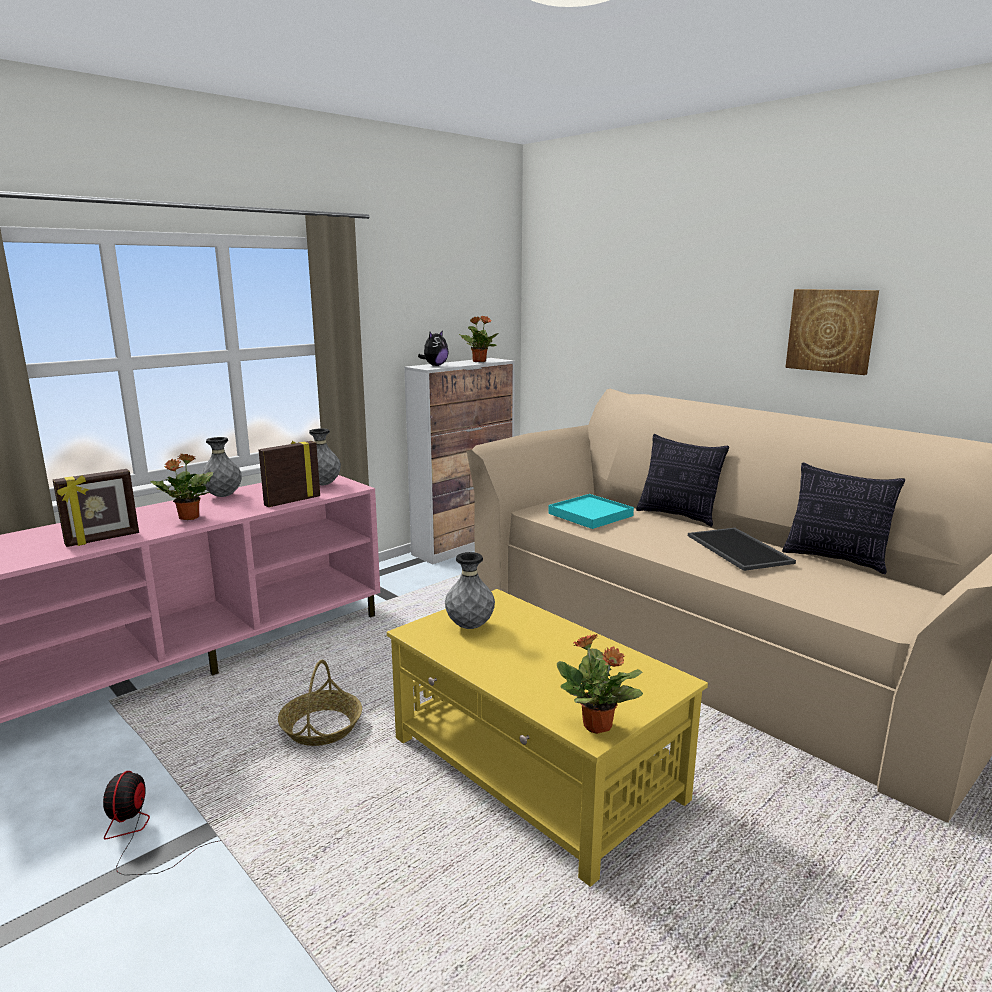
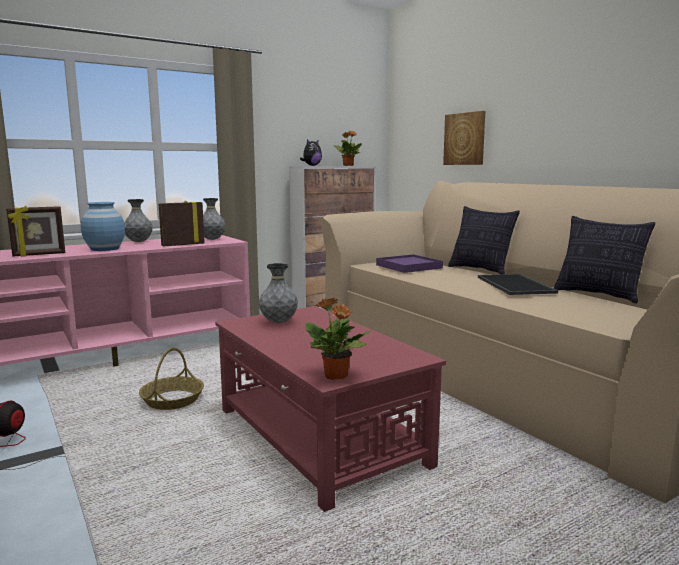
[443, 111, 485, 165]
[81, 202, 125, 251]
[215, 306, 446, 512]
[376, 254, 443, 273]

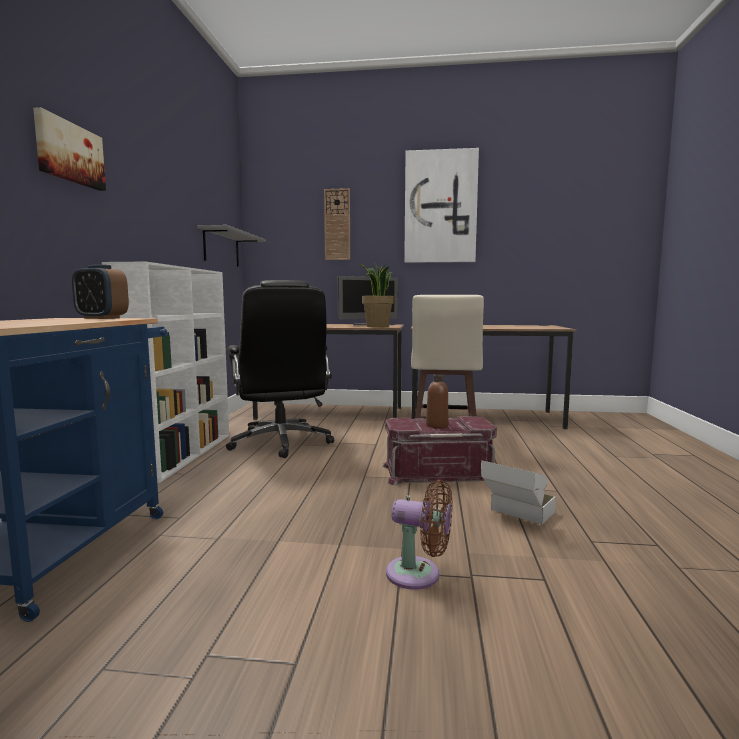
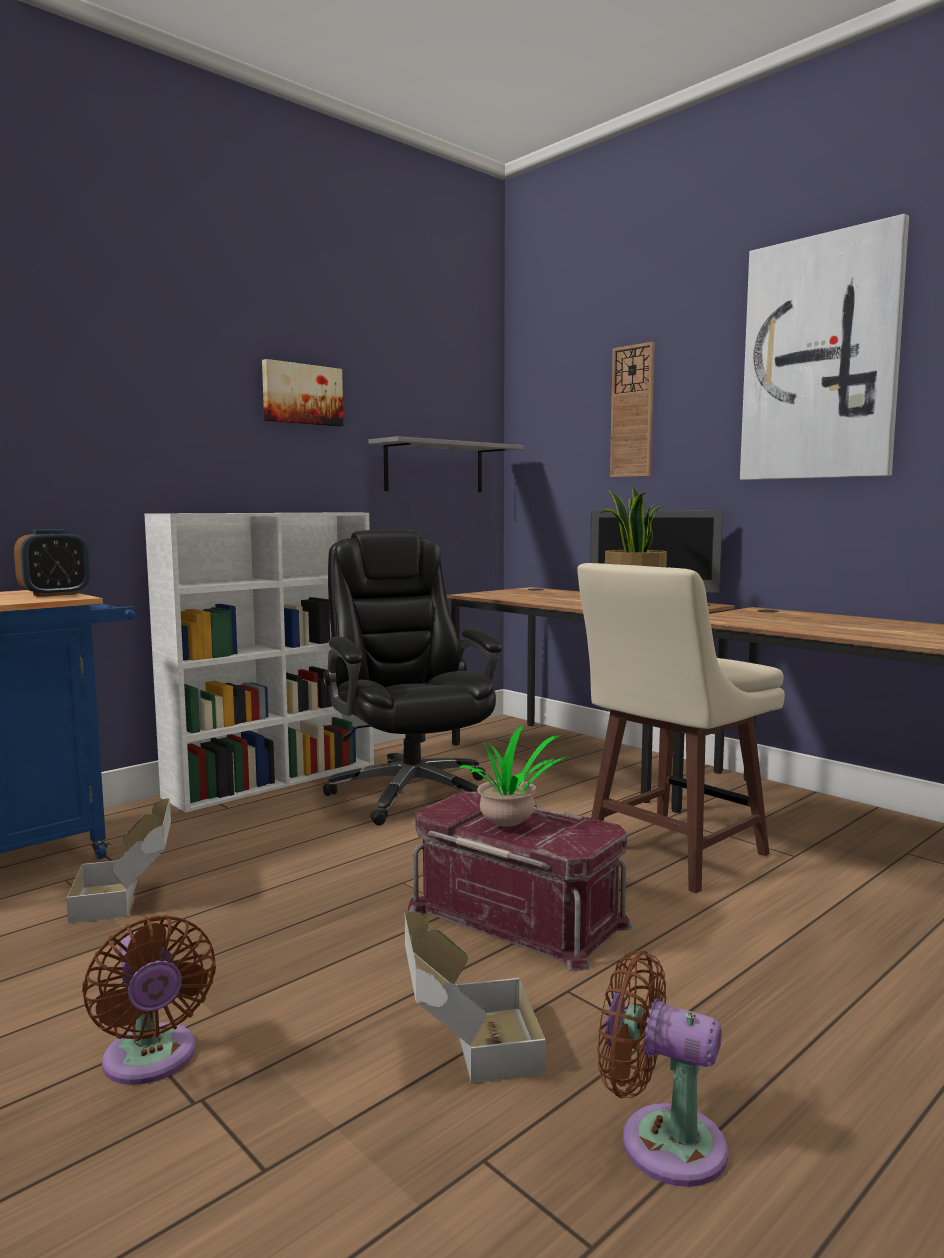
[66, 798, 171, 923]
[597, 950, 728, 1187]
[262, 359, 343, 426]
[458, 723, 568, 827]
[14, 529, 90, 597]
[323, 529, 502, 825]

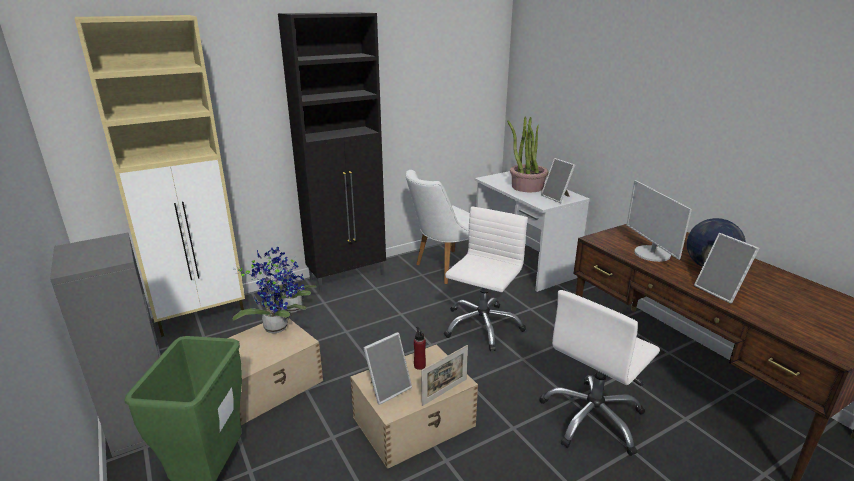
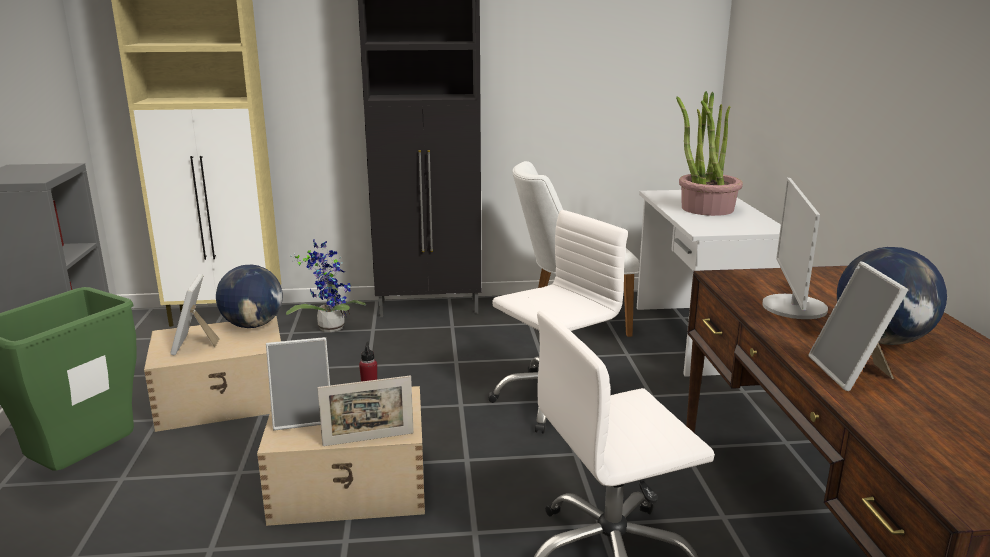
[170, 274, 220, 355]
[216, 265, 283, 328]

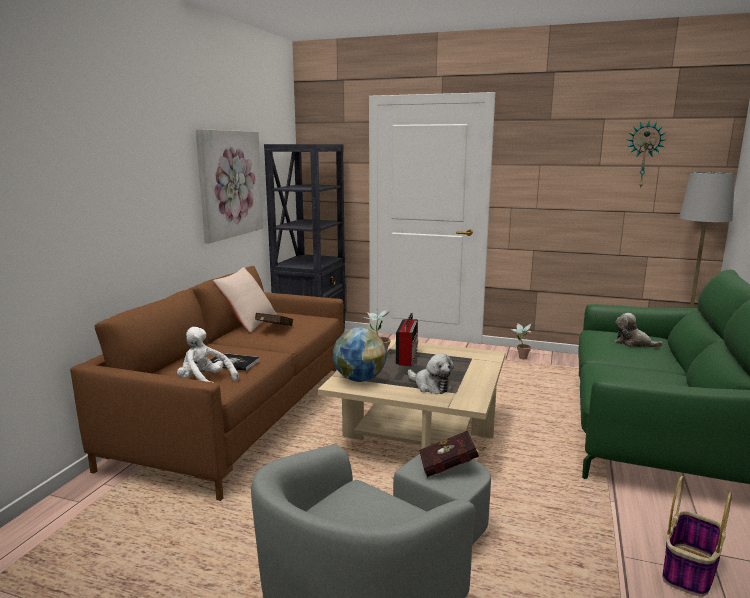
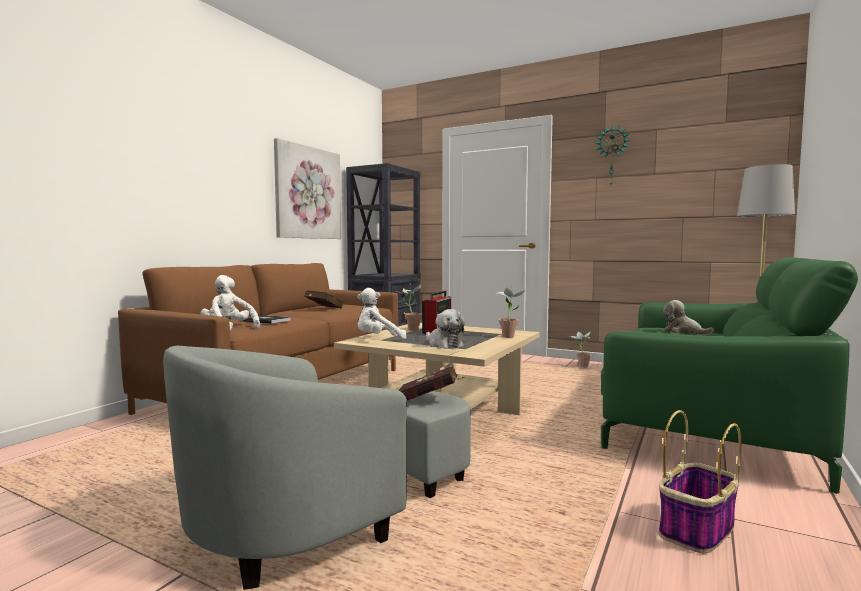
[213, 267, 277, 333] (first image)
[495, 286, 526, 338]
[595, 125, 630, 185]
[357, 288, 407, 339]

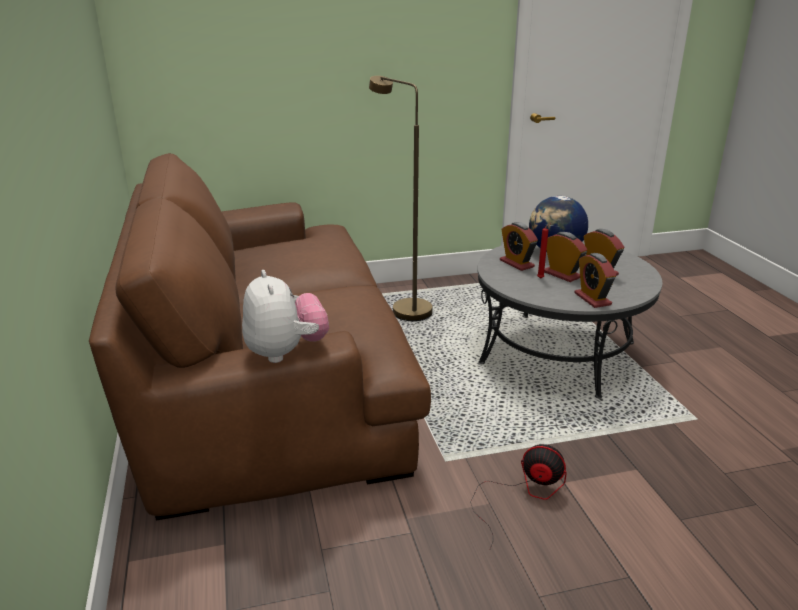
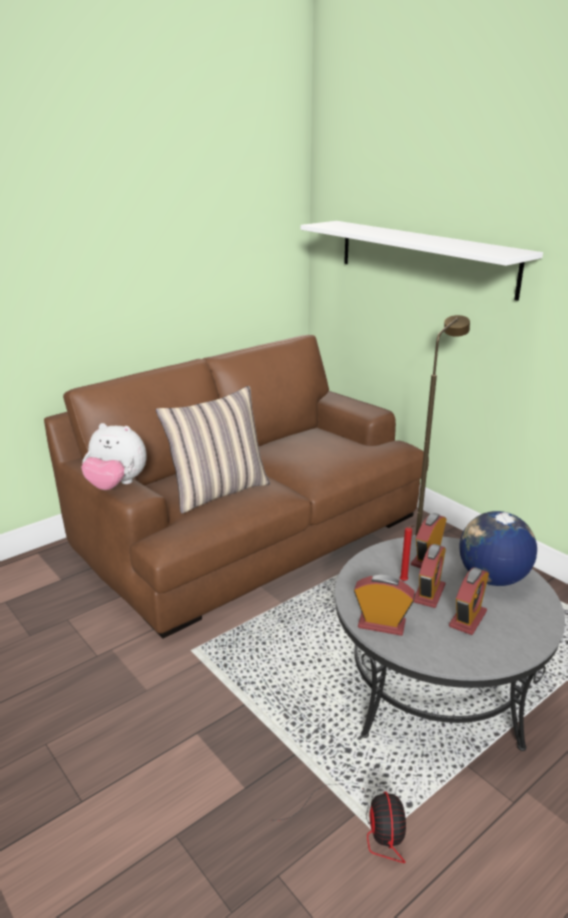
[156, 386, 270, 514]
[301, 221, 543, 301]
[282, 784, 406, 863]
[81, 423, 147, 490]
[354, 575, 415, 636]

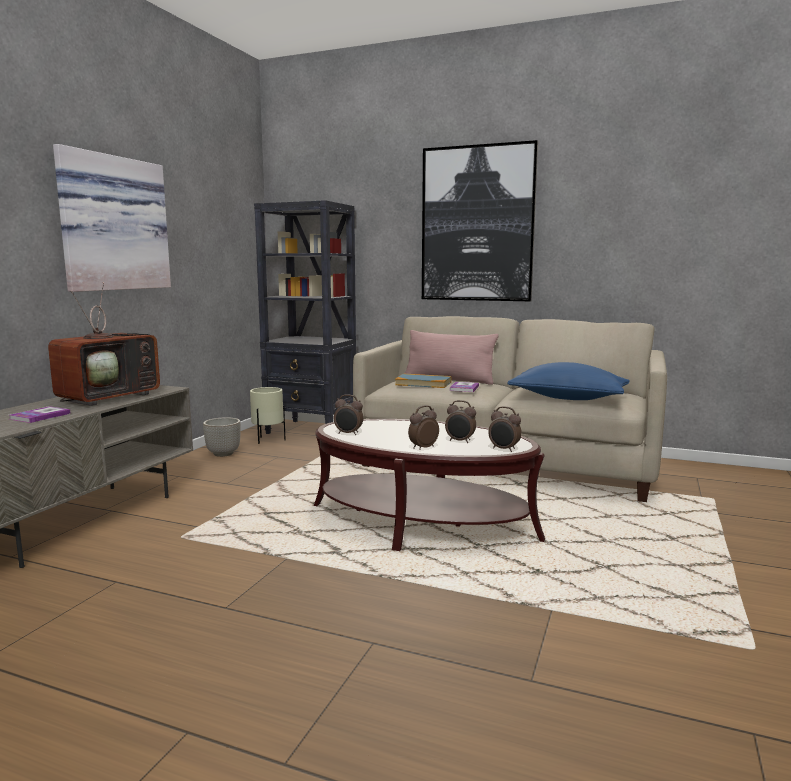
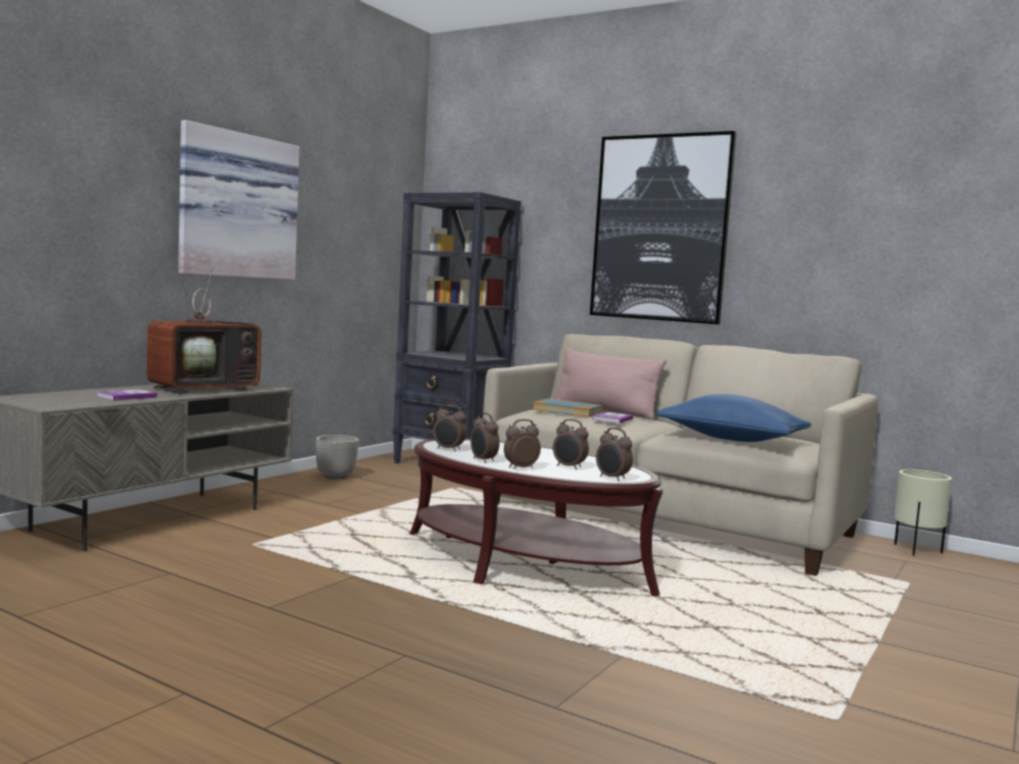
[470, 413, 500, 463]
[894, 469, 952, 556]

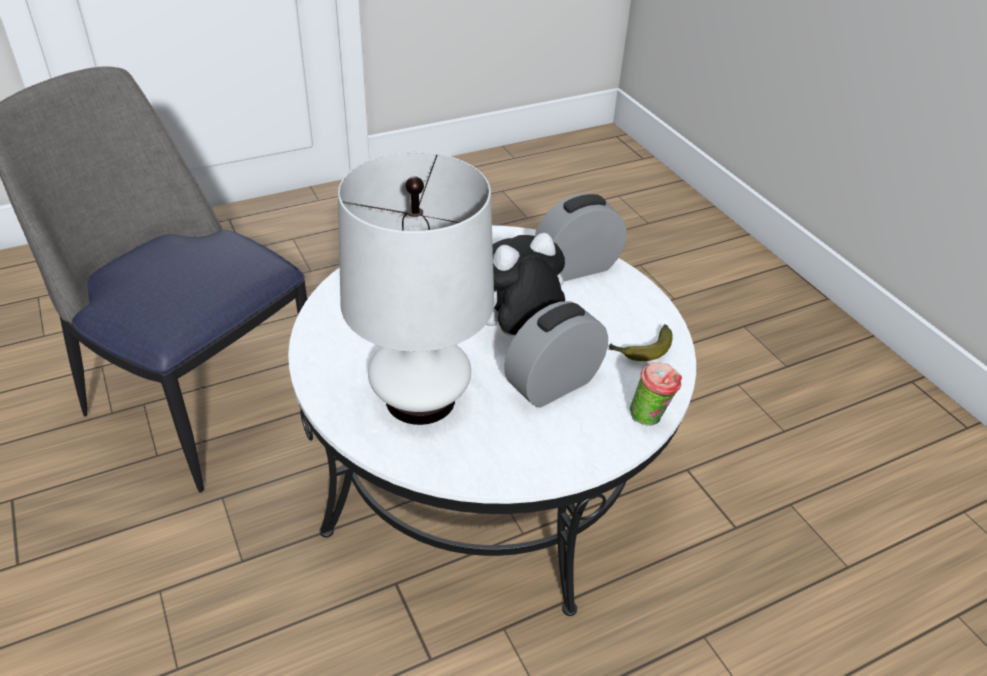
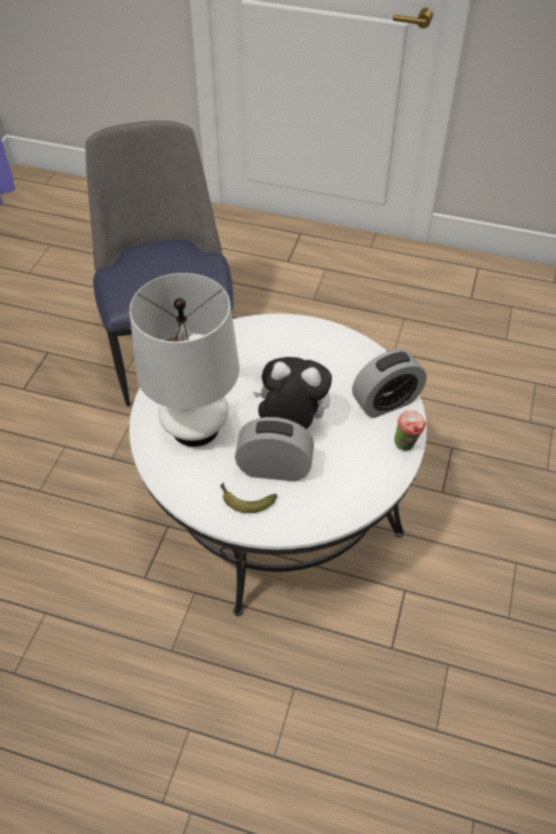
[220, 483, 277, 513]
[394, 411, 426, 451]
[352, 350, 427, 418]

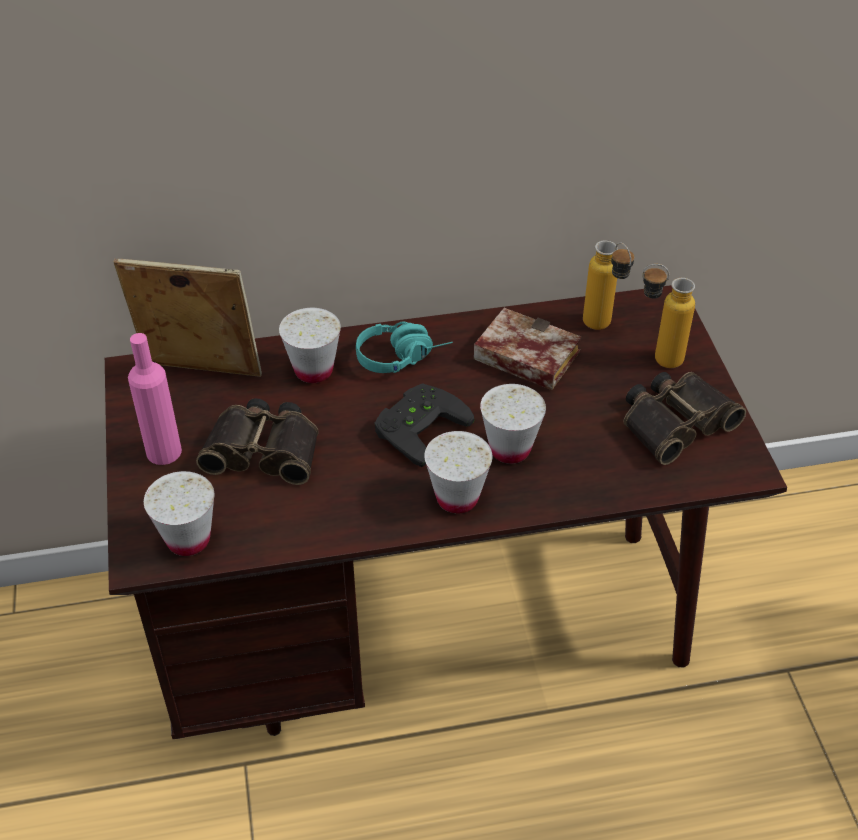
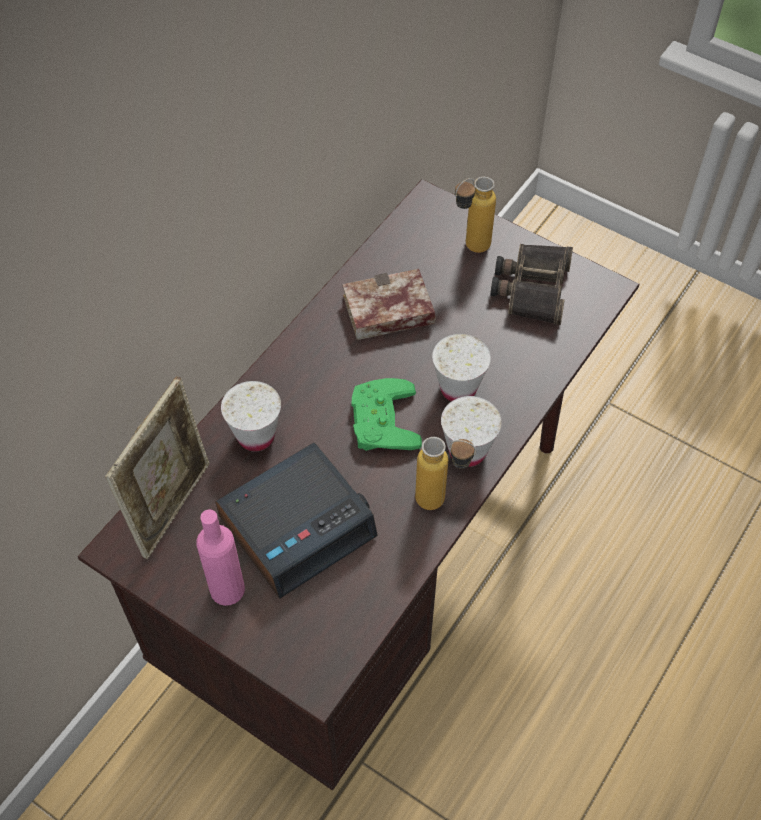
[144, 471, 214, 556] (first image)
[356, 322, 453, 373] (first image)
[415, 437, 476, 510]
[215, 442, 378, 599]
[352, 378, 422, 451]
[105, 376, 209, 559]

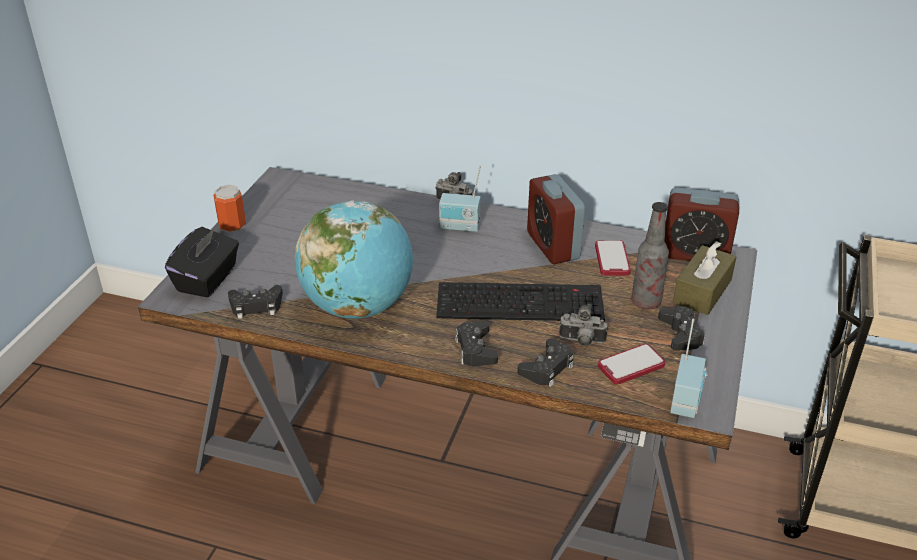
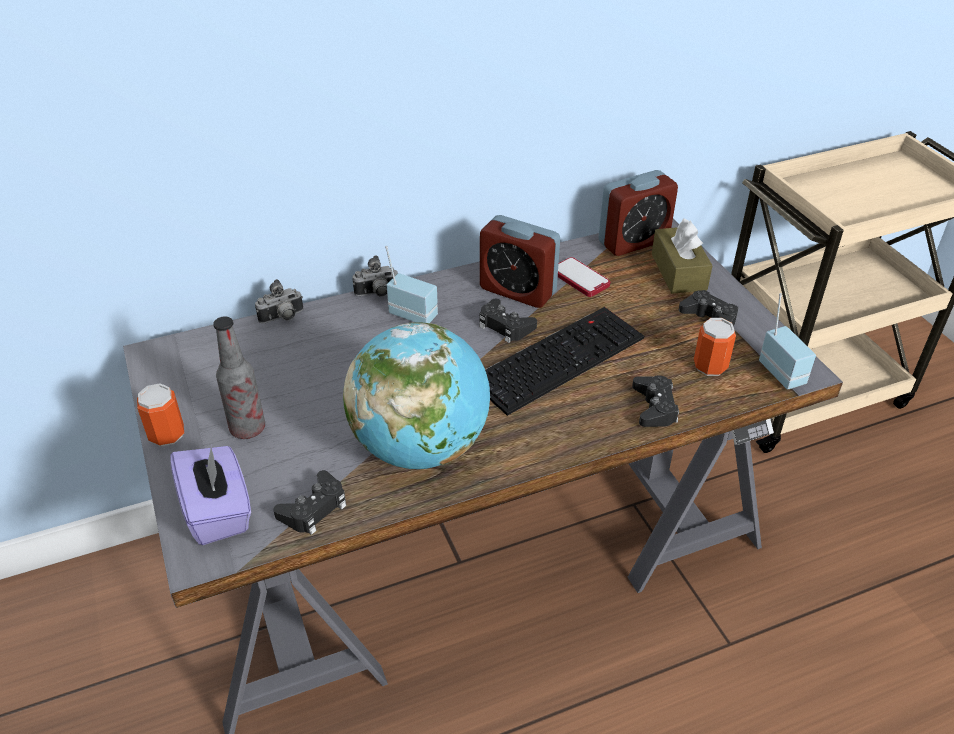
[479, 299, 537, 343]
[255, 279, 303, 323]
[213, 317, 265, 439]
[694, 318, 736, 376]
[170, 445, 251, 545]
[385, 246, 438, 323]

